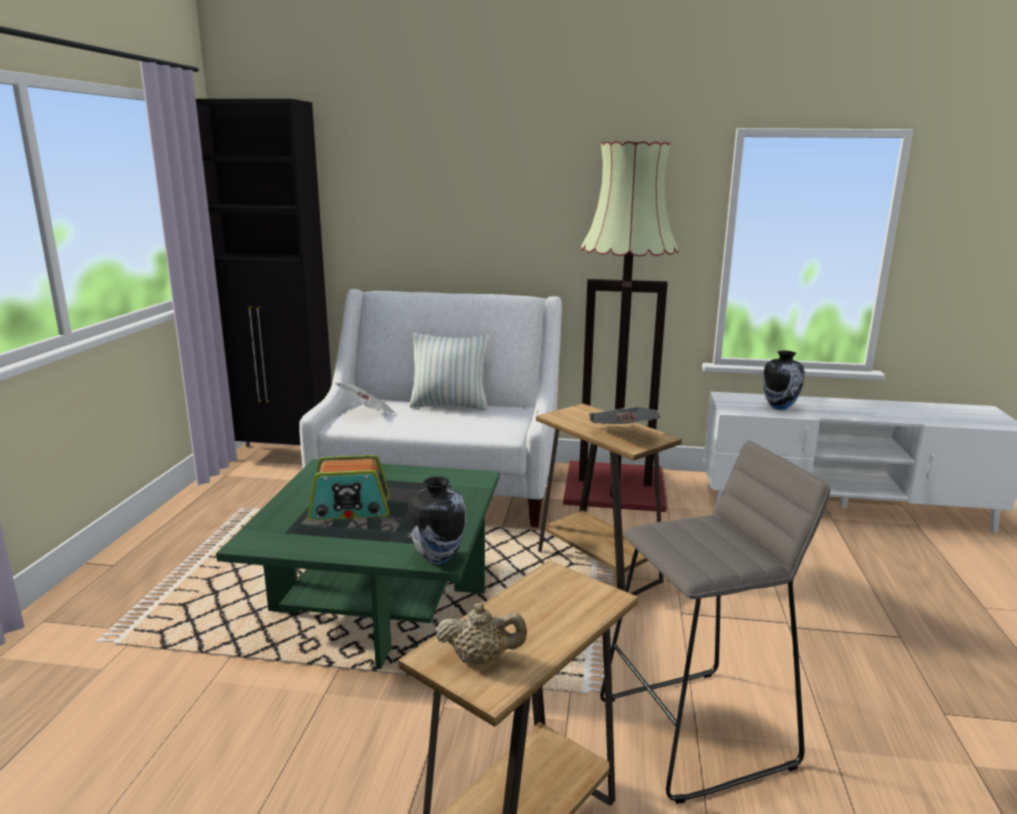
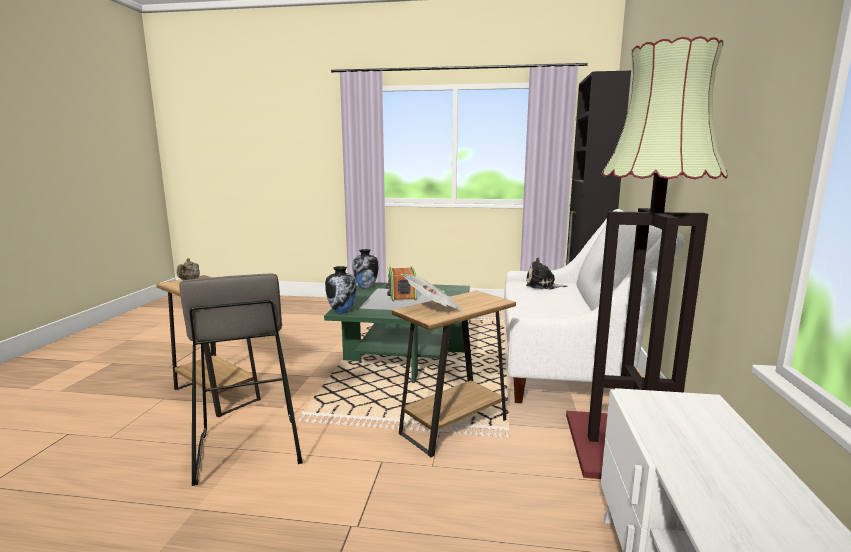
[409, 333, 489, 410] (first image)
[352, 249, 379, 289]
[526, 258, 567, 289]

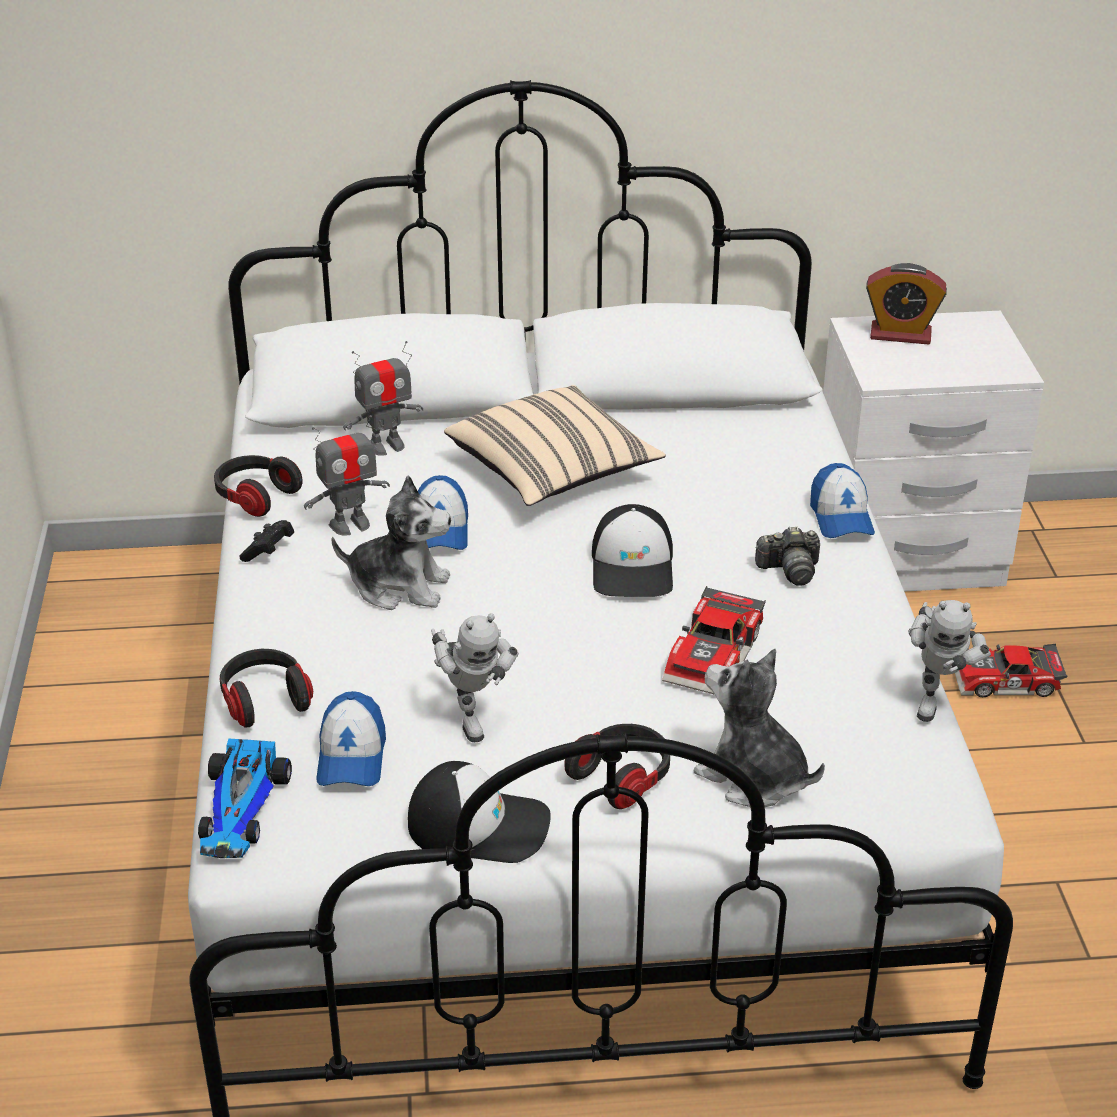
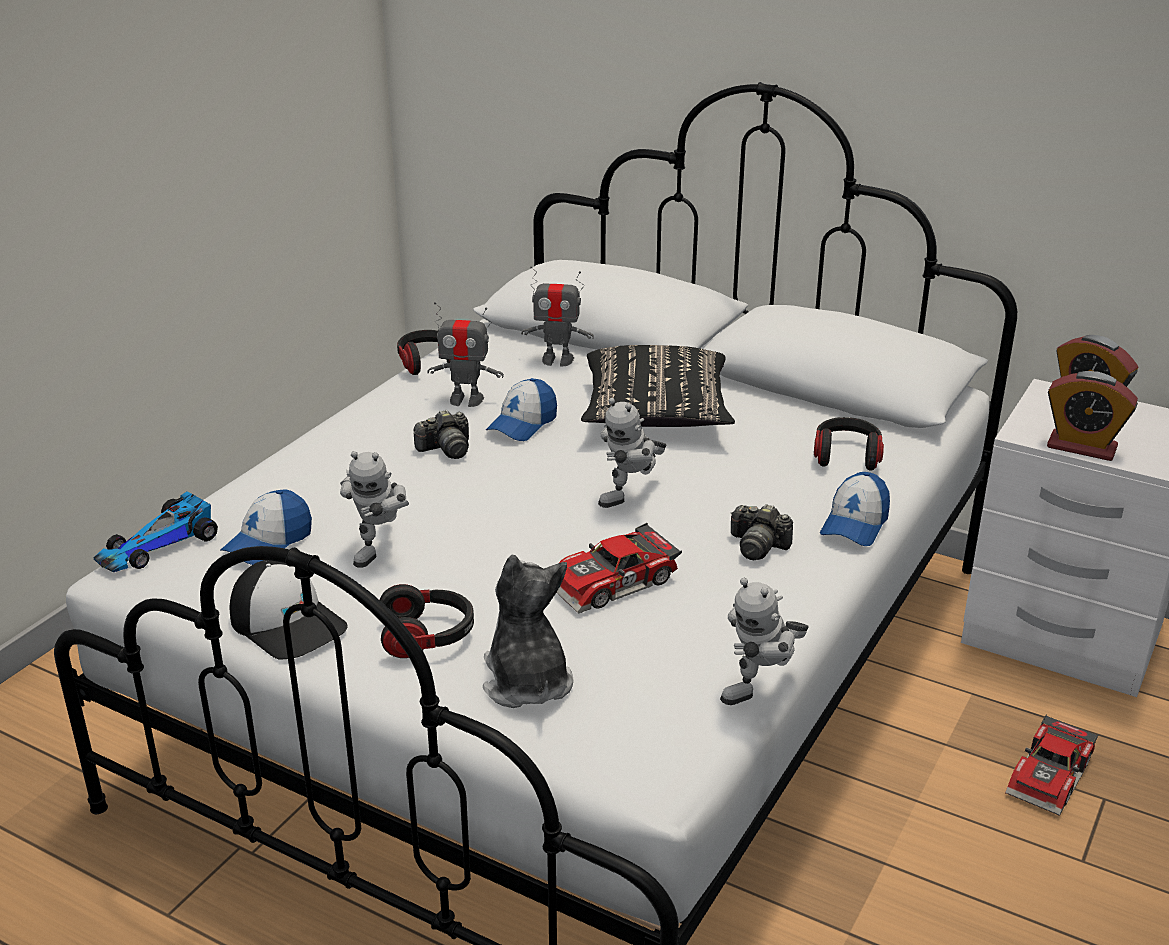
[240, 520, 294, 562] (first image)
[1047, 371, 1138, 461]
[814, 417, 884, 470]
[413, 410, 469, 459]
[598, 398, 666, 508]
[581, 345, 735, 427]
[1005, 714, 1098, 816]

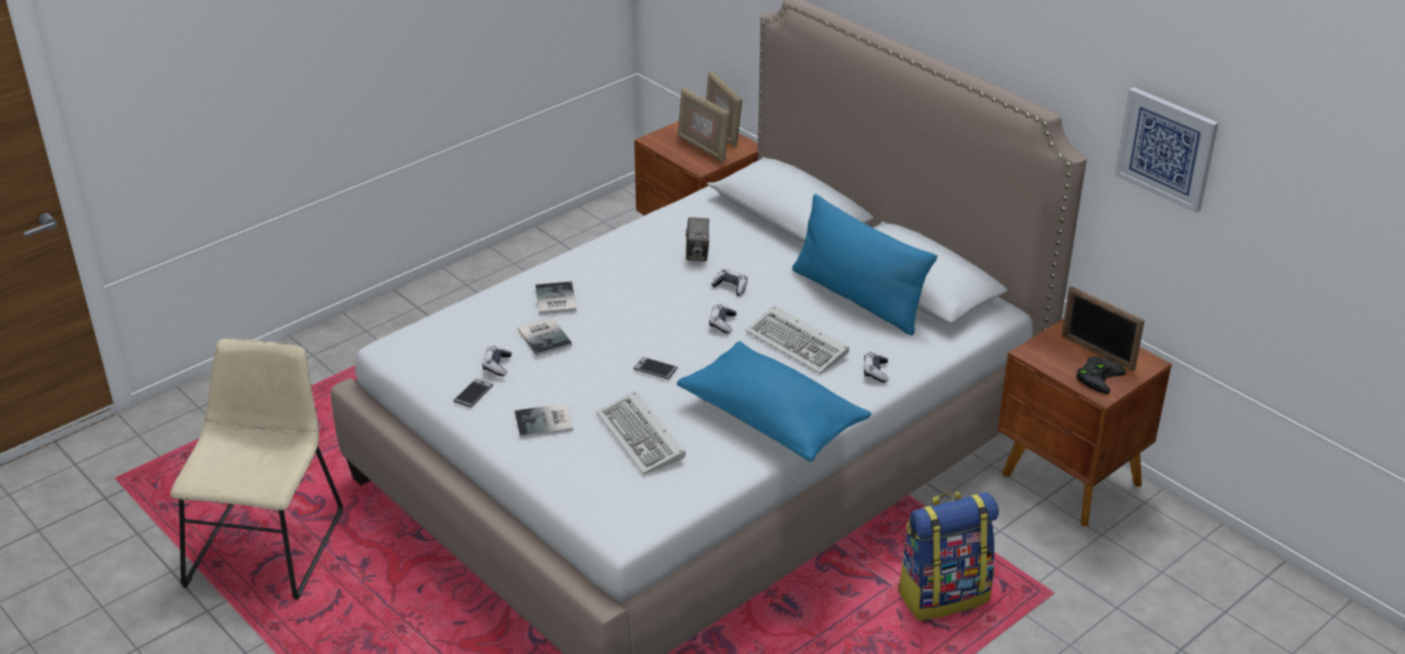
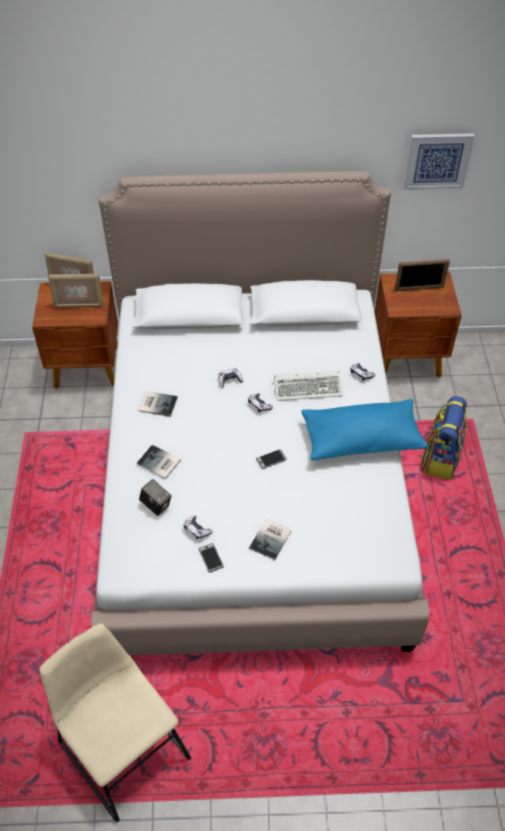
[596, 391, 686, 475] (first image)
[792, 194, 937, 335] (first image)
[1076, 356, 1126, 394] (first image)
[138, 391, 178, 417]
[139, 479, 172, 516]

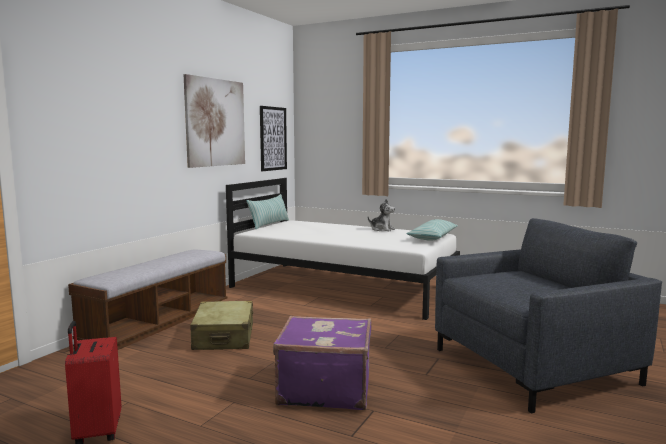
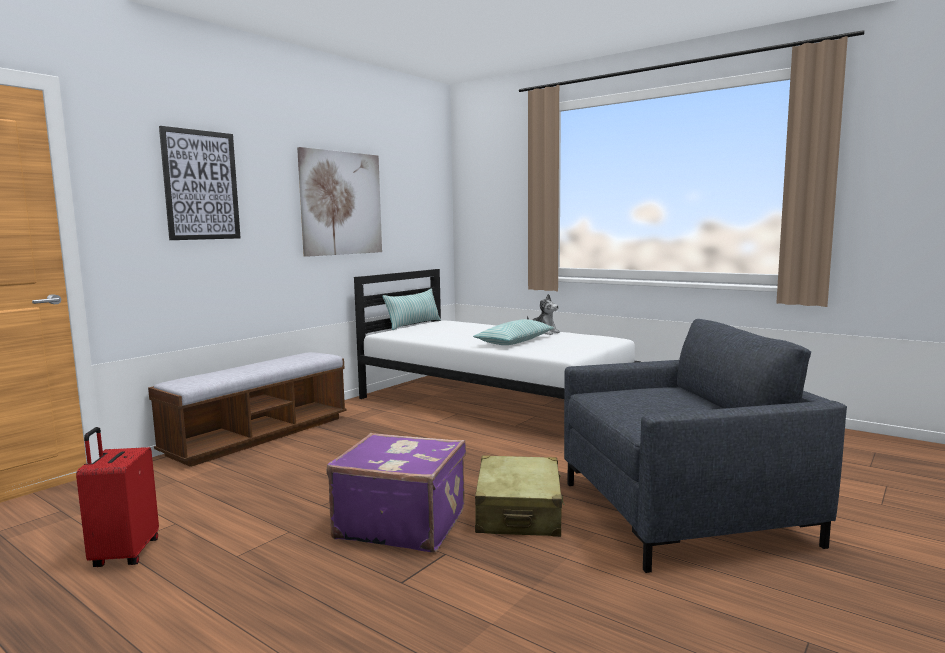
[475, 455, 565, 537]
[159, 126, 241, 240]
[473, 319, 554, 345]

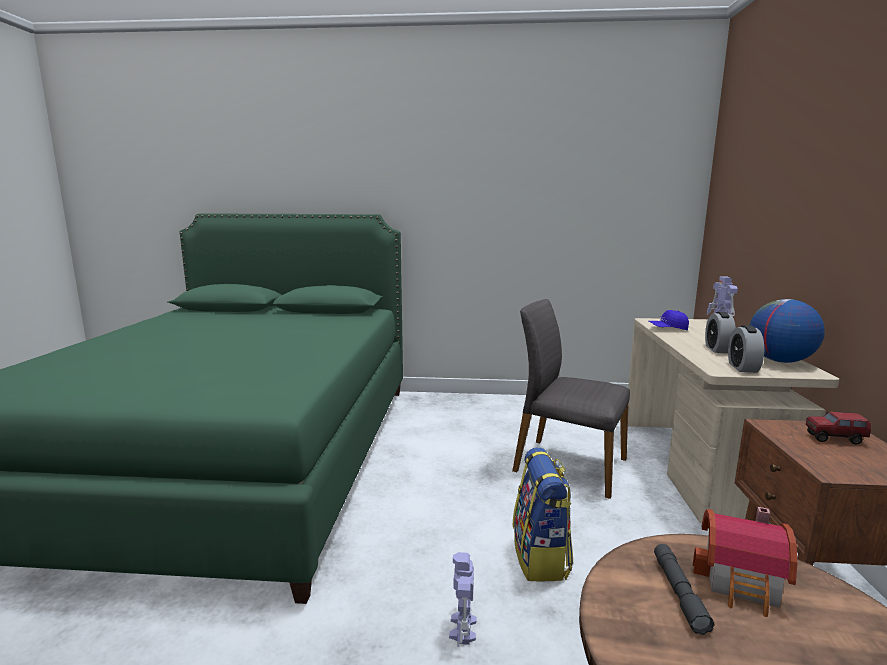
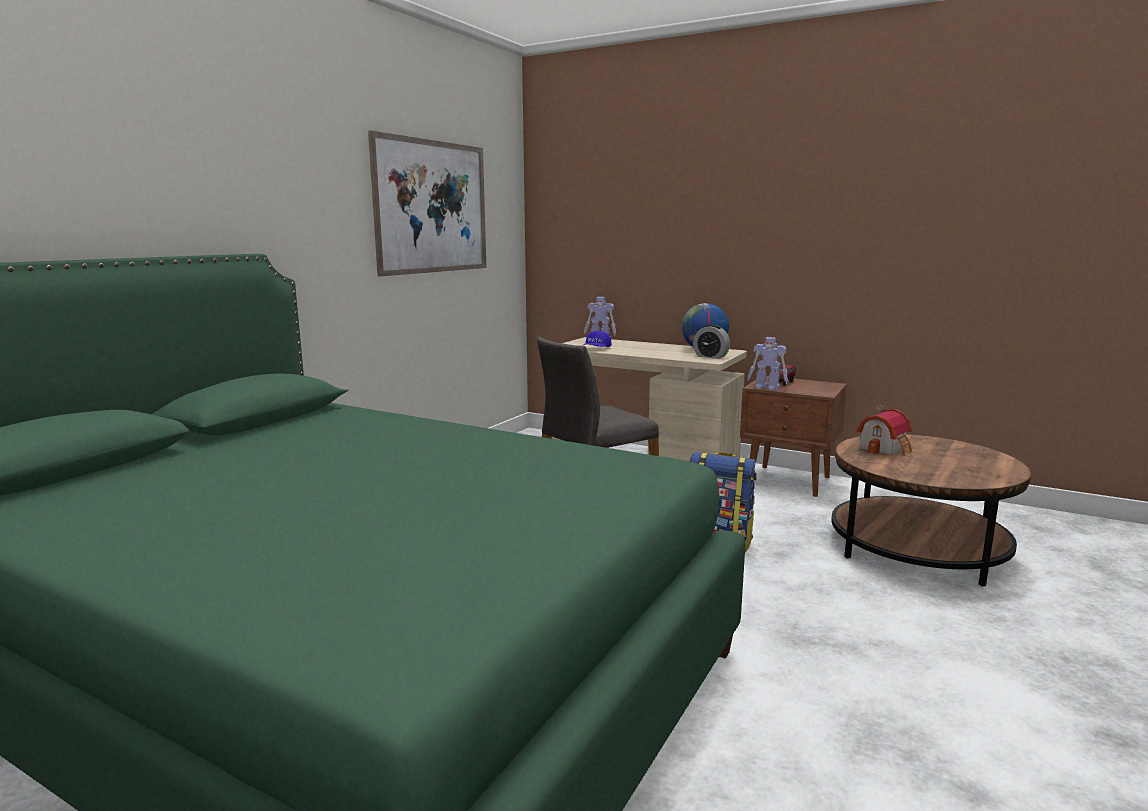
[654, 544, 714, 635] (first image)
[705, 312, 736, 353] (first image)
[368, 130, 486, 276]
[748, 337, 788, 390]

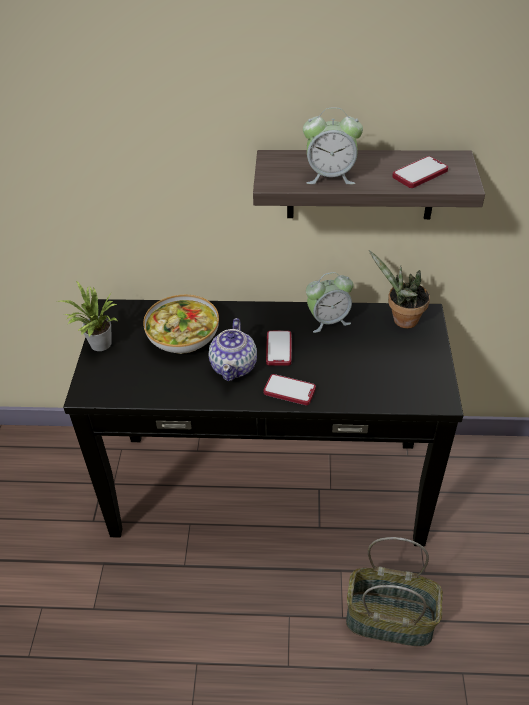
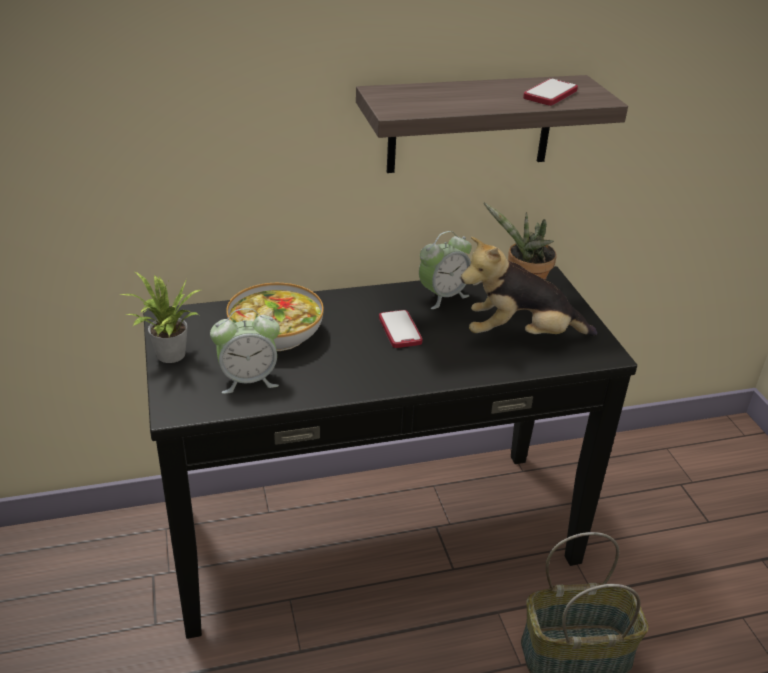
[209, 318, 257, 381] (first image)
[264, 374, 316, 405] (first image)
[461, 237, 597, 336]
[210, 308, 280, 394]

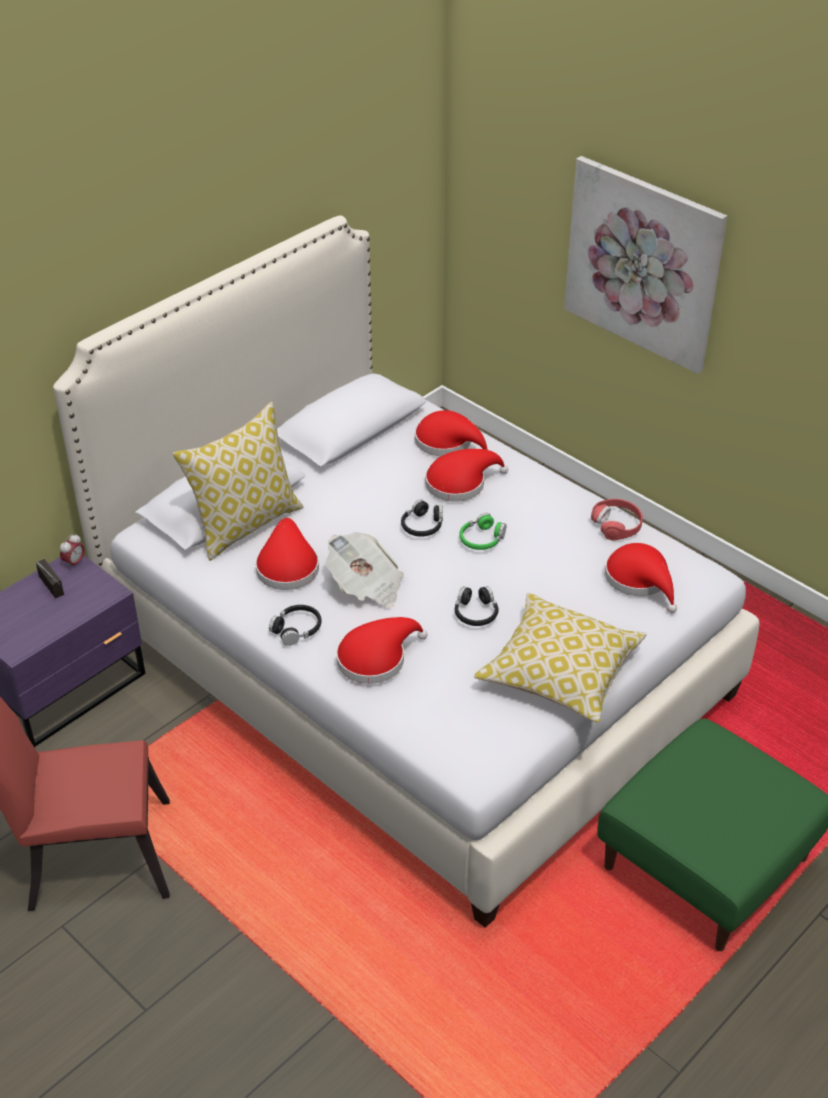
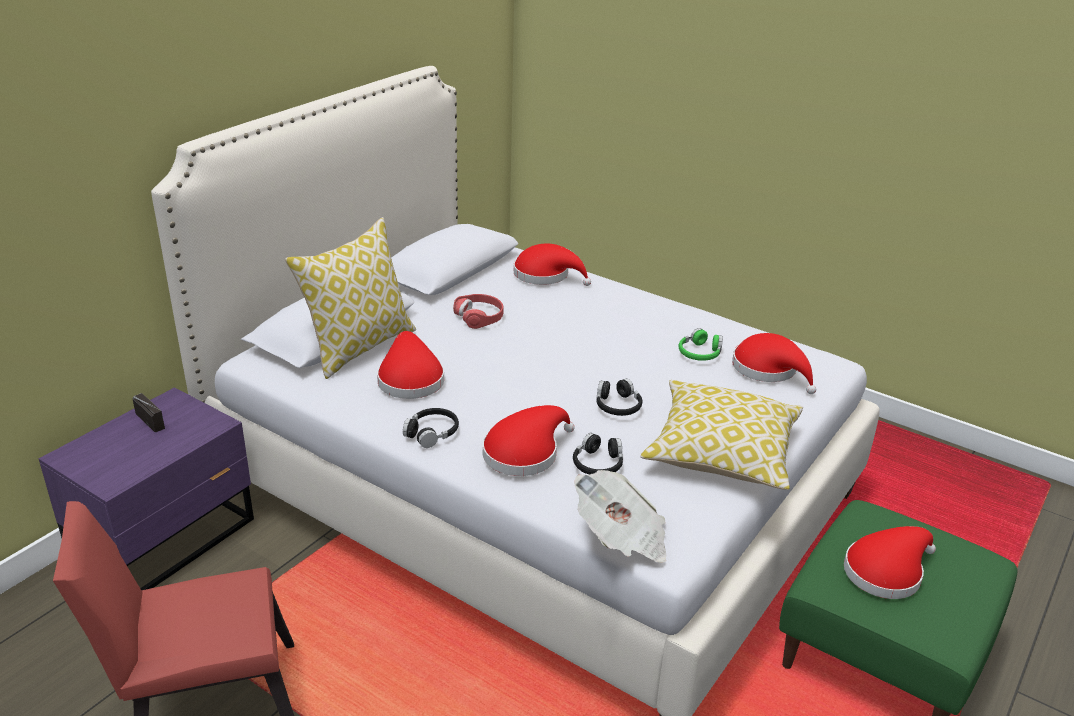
[60, 534, 85, 570] (first image)
[564, 156, 727, 374] (first image)
[574, 470, 666, 563]
[573, 433, 623, 475]
[844, 526, 936, 599]
[678, 328, 723, 361]
[453, 294, 504, 329]

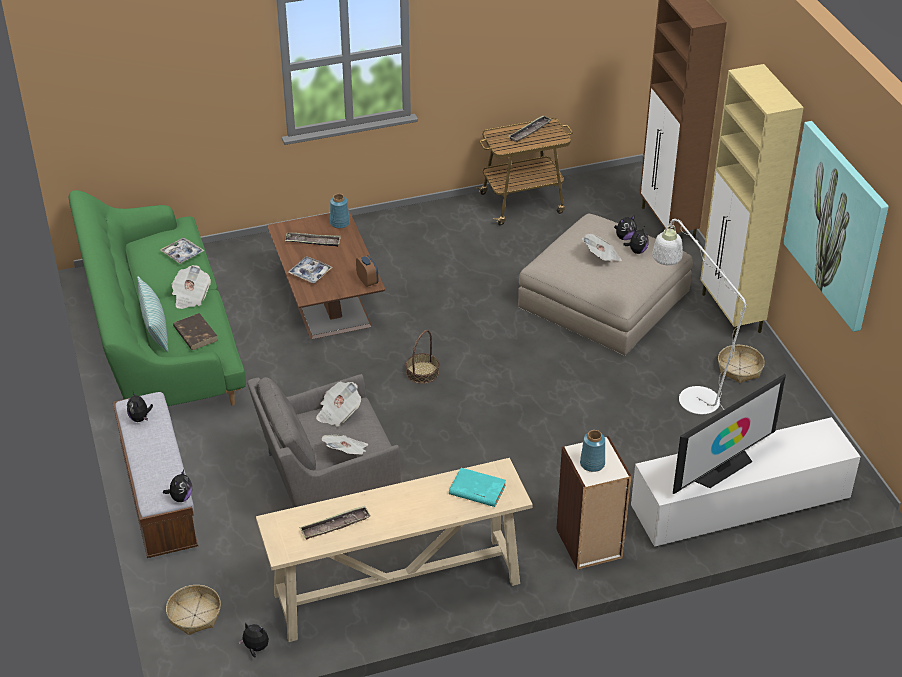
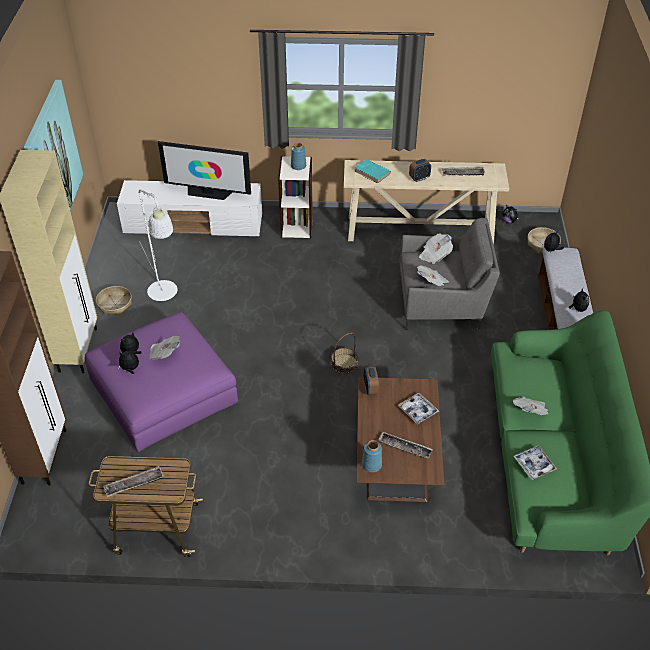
[137, 276, 168, 352] (first image)
[173, 313, 218, 350] (first image)
[409, 159, 431, 182]
[84, 312, 238, 452]
[158, 141, 251, 200]

